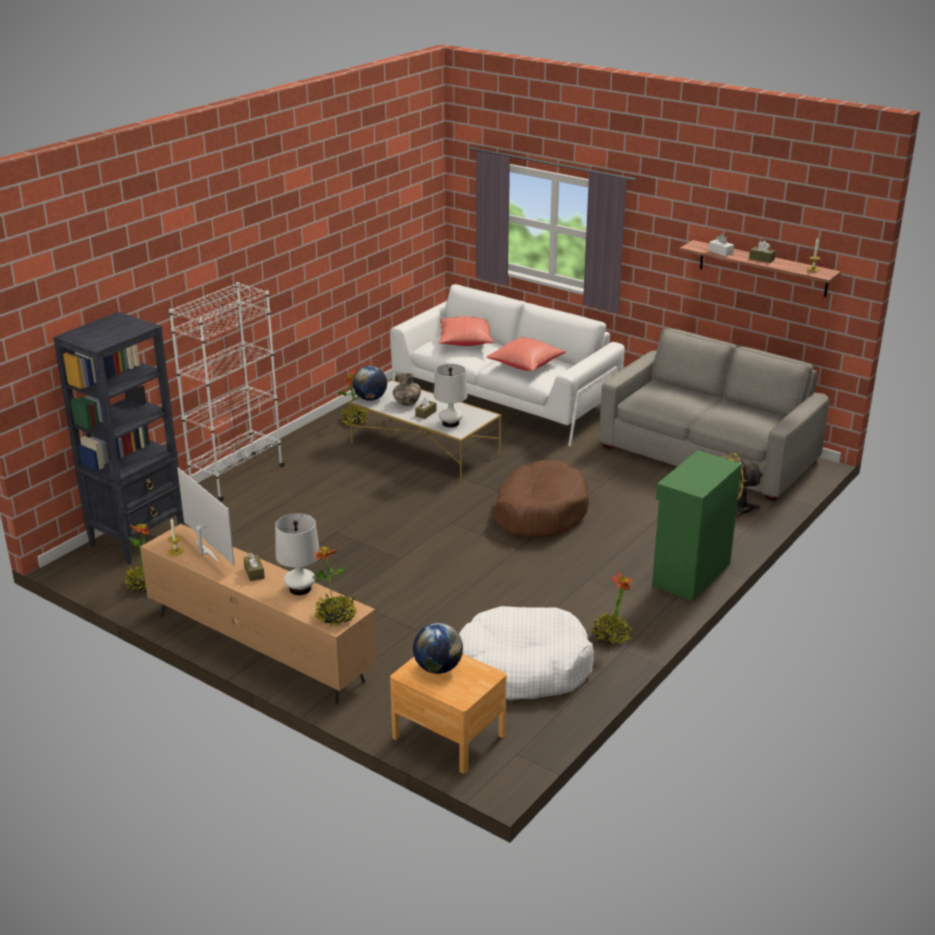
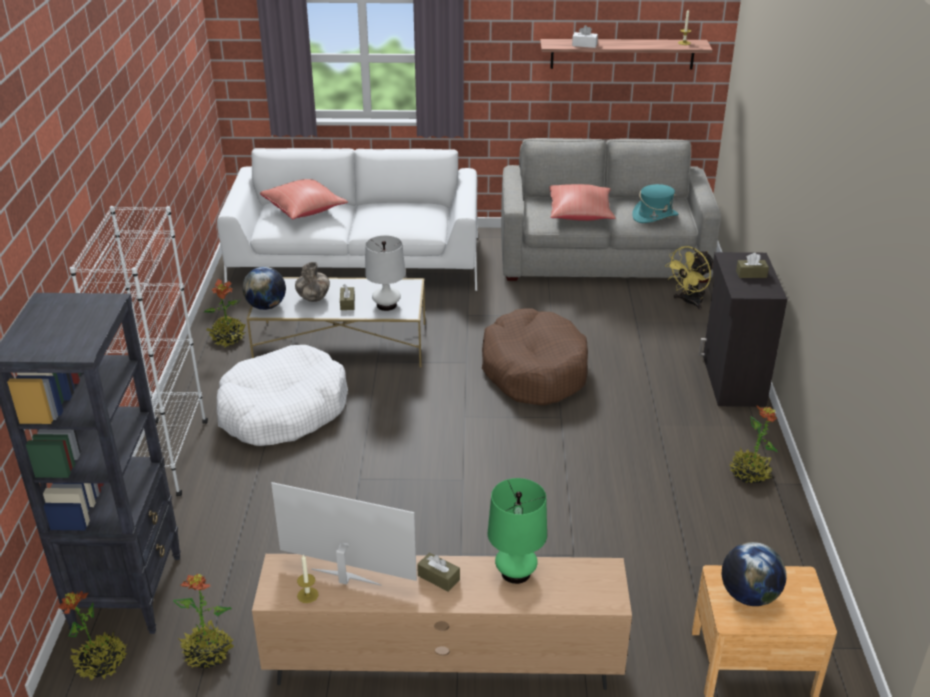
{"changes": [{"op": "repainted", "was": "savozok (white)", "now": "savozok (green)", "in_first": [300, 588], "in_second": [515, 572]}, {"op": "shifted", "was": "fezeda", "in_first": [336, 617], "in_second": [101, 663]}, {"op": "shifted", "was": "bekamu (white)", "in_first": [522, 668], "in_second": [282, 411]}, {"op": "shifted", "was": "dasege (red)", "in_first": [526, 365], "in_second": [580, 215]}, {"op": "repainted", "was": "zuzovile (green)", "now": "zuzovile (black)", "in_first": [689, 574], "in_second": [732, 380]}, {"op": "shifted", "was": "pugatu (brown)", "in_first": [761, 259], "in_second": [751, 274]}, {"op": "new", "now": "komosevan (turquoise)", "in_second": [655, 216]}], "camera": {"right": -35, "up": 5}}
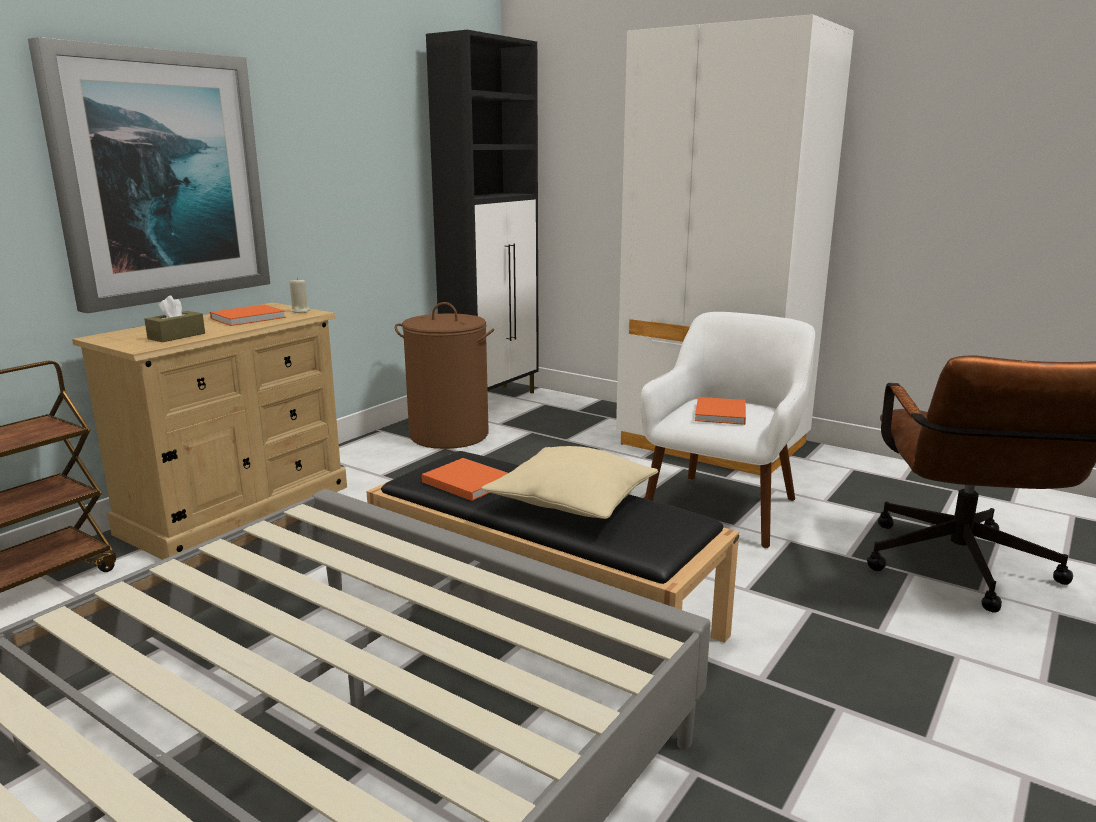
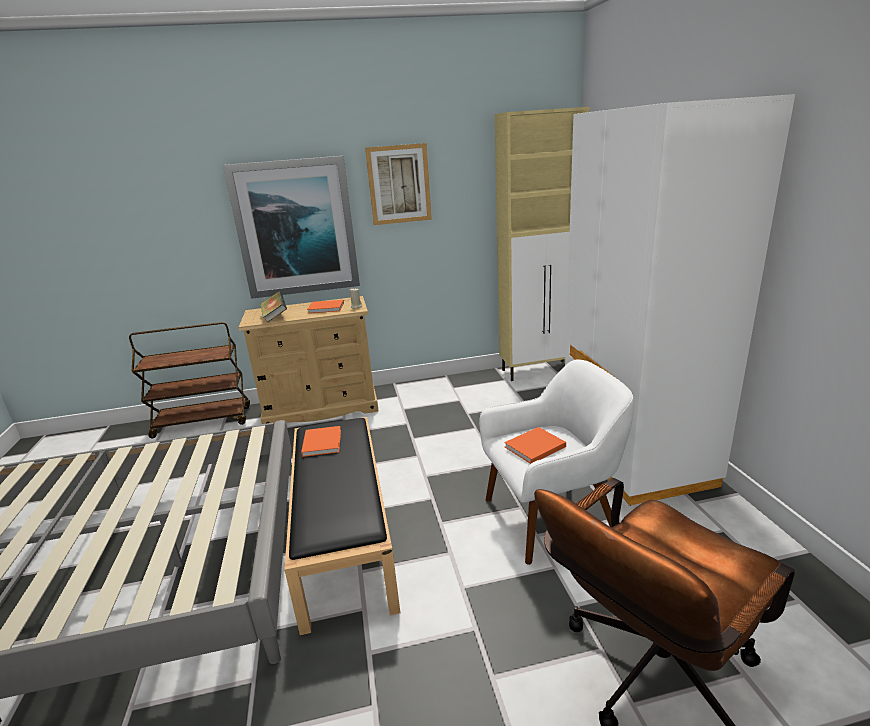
{"changes": [{"op": "swapped", "was": "pugatu (brown)", "now": "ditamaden", "in_first": [176, 336], "in_second": [275, 317]}, {"op": "gone", "was": "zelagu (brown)", "in_first": [448, 435]}, {"op": "repainted", "was": "zuzovile (black)", "now": "zuzovile (beige)", "in_first": [492, 400], "in_second": [539, 370]}, {"op": "gone", "was": "dasege (beige)", "in_first": [572, 502]}, {"op": "new", "now": "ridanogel", "in_second": [399, 184]}], "camera": {"right": 45, "up": 5}}
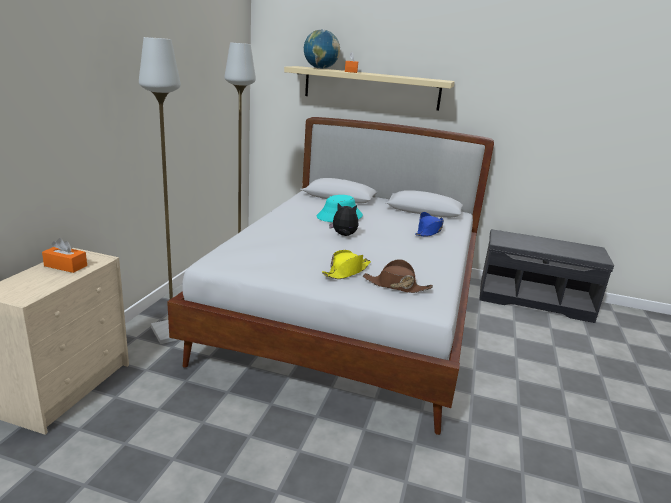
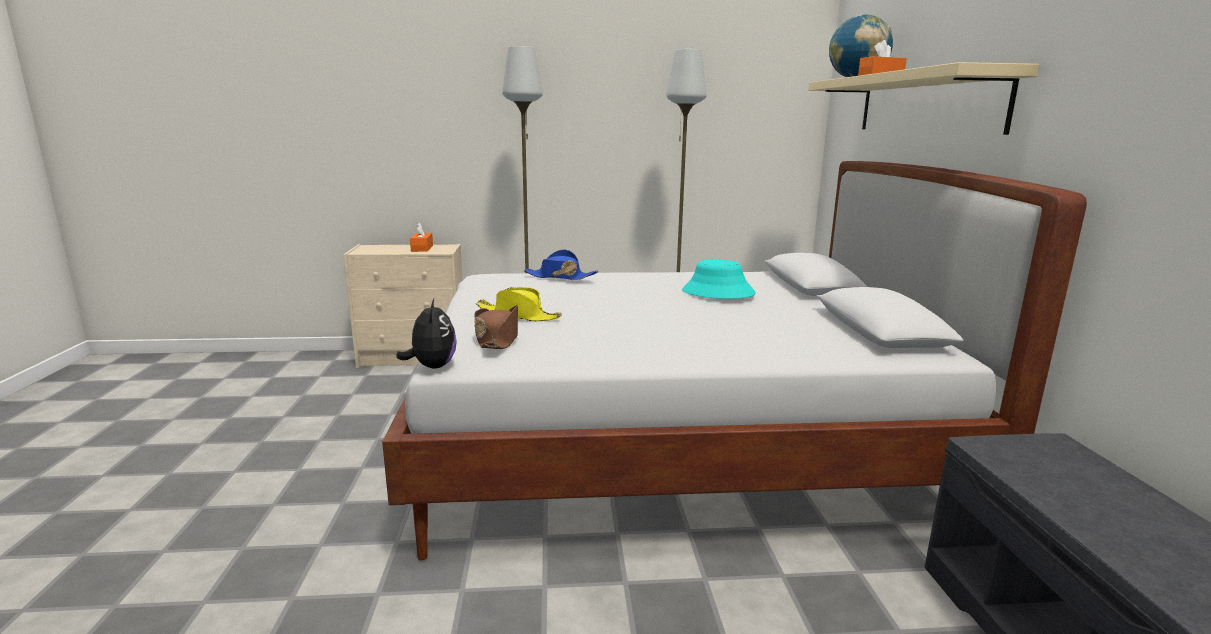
{"changes": [{"op": "shifted", "was": "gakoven", "in_first": [344, 235], "in_second": [432, 366]}, {"op": "shifted", "was": "komosevan (blue)", "in_first": [429, 231], "in_second": [560, 277]}], "camera": {"right": 70, "up": -5}}
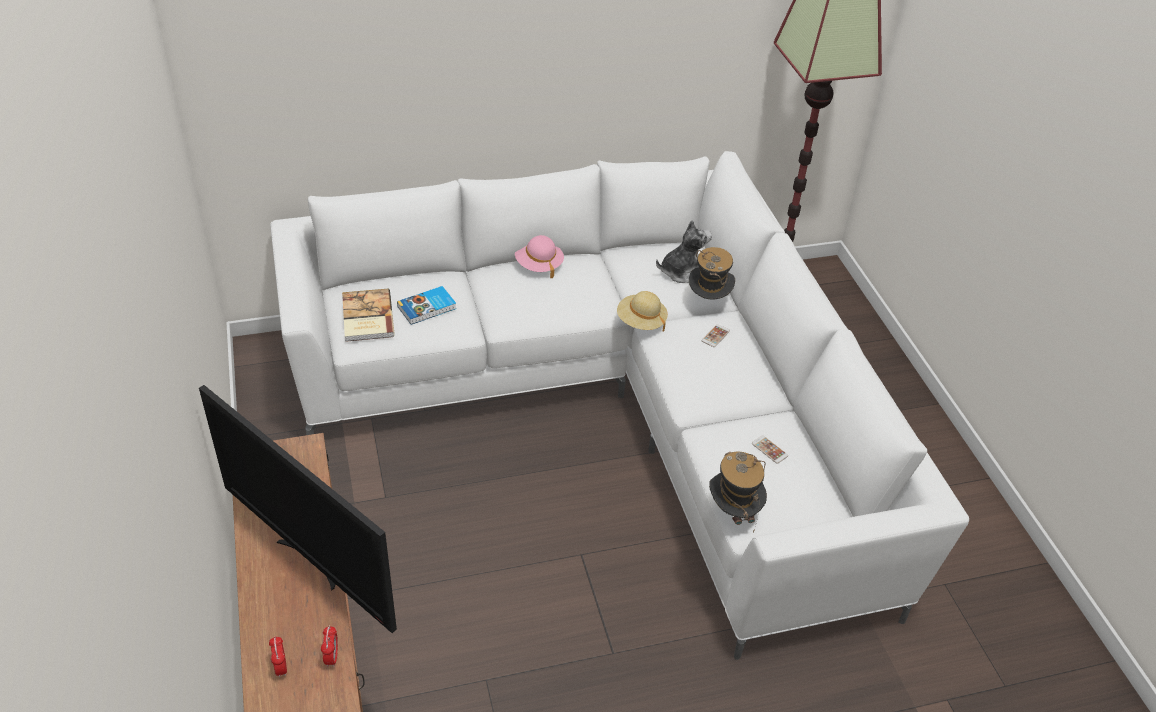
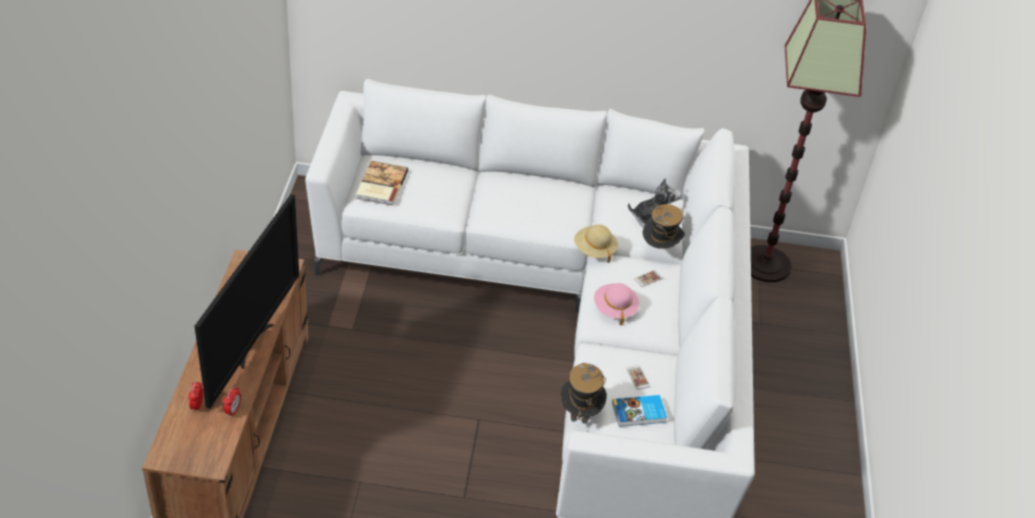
{"changes": [{"op": "rotated", "was": "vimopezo", "in_first": [312, 560], "in_second": [252, 344], "clockwise": -135}, {"op": "shifted", "was": "ditamaden", "in_first": [427, 308], "in_second": [639, 413]}, {"op": "shifted", "was": "komosevan (pink)", "in_first": [538, 265], "in_second": [614, 309]}], "camera": {"right": 20, "up": 0}}
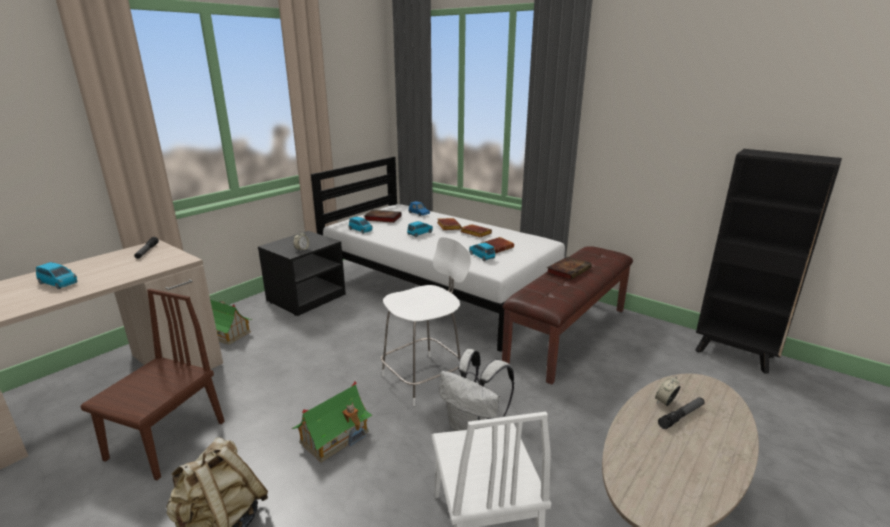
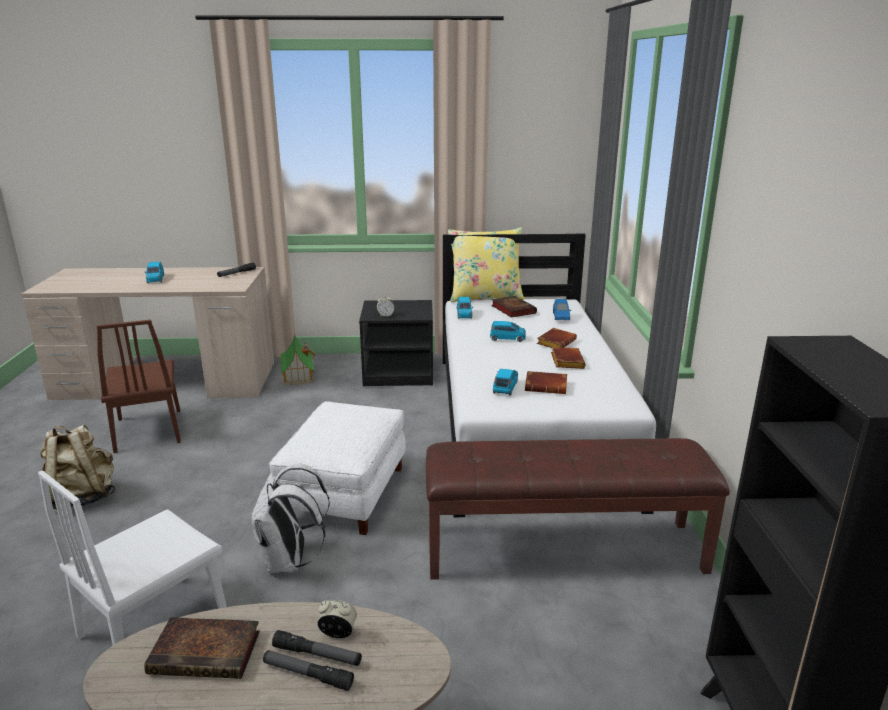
{"changes": [{"op": "rotated", "was": "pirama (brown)", "in_first": [166, 440], "in_second": [148, 430], "clockwise": 90}, {"op": "gone", "was": "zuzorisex", "in_first": [335, 436]}, {"op": "swapped", "was": "pirama (white)", "now": "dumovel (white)", "in_first": [425, 378], "in_second": [345, 494]}, {"op": "shifted", "was": "ditamaden", "in_first": [568, 270], "in_second": [208, 652]}, {"op": "new", "now": "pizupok", "in_second": [307, 675]}, {"op": "new", "now": "dasege (yellow)", "in_second": [485, 297]}], "camera": {"right": 50, "up": 0}}
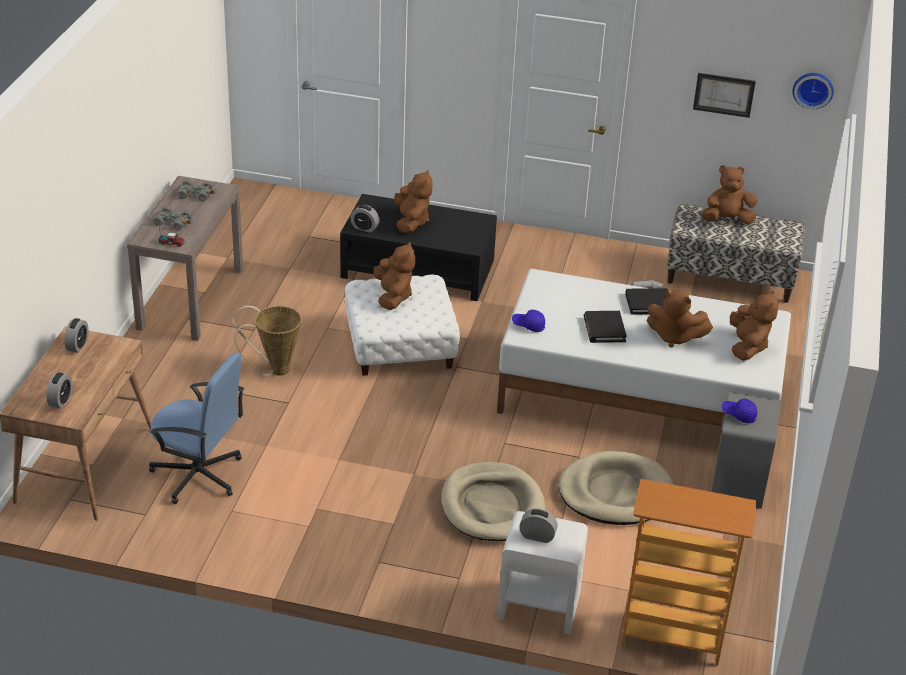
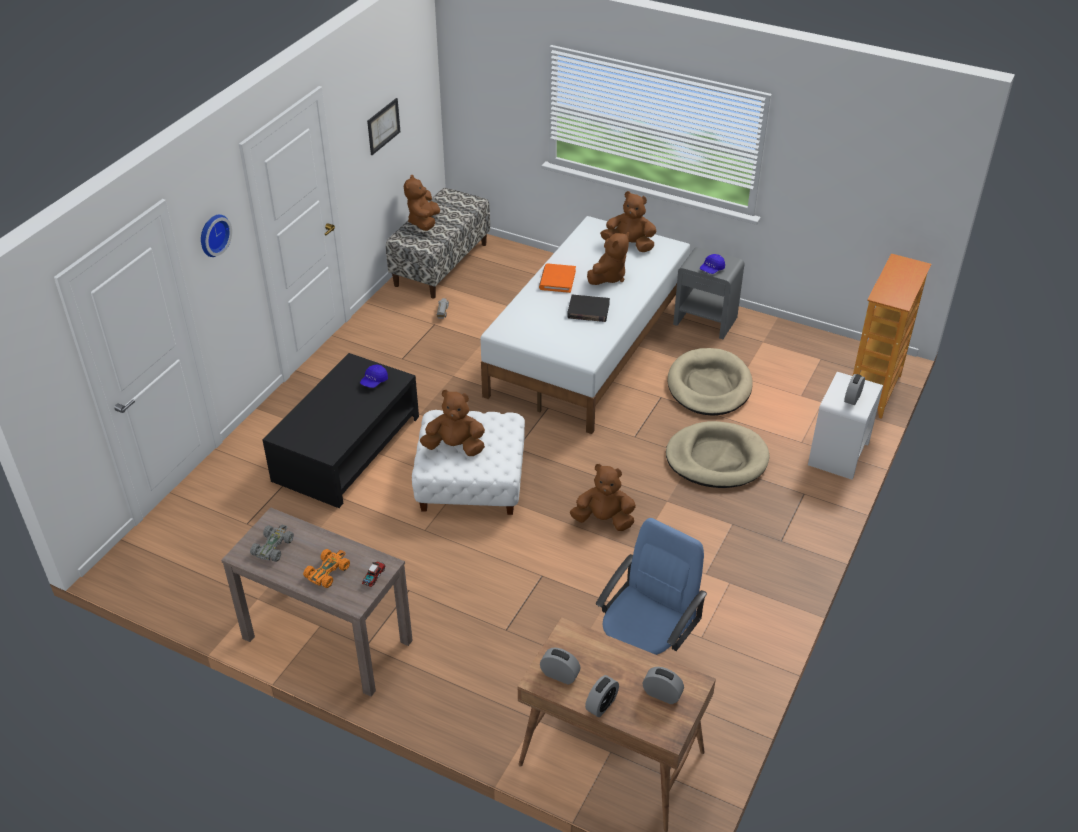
{"changes": [{"op": "repainted", "was": "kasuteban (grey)", "now": "kasuteban (orange)", "in_first": [173, 222], "in_second": [327, 571]}, {"op": "gone", "was": "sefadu", "in_first": [274, 369]}, {"op": "shifted", "was": "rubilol", "in_first": [364, 228], "in_second": [601, 705]}, {"op": "shifted", "was": "gakoven (brown)", "in_first": [411, 222], "in_second": [604, 520]}, {"op": "shifted", "was": "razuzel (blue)", "in_first": [528, 325], "in_second": [374, 381]}, {"op": "repainted", "was": "ditamaden (black)", "now": "ditamaden (orange)", "in_first": [648, 303], "in_second": [557, 280]}, {"op": "shifted", "was": "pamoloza", "in_first": [813, 89], "in_second": [212, 234]}], "camera": {"right": -75, "up": 5}}
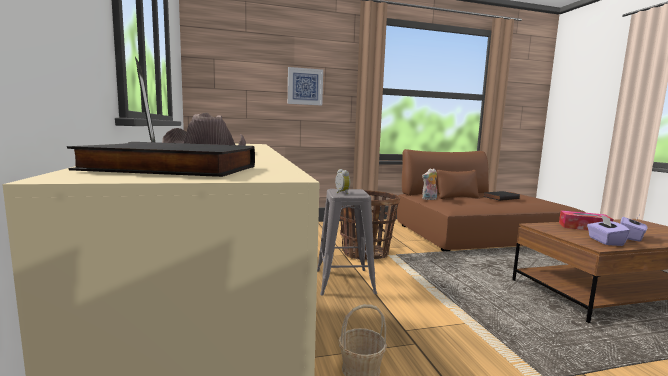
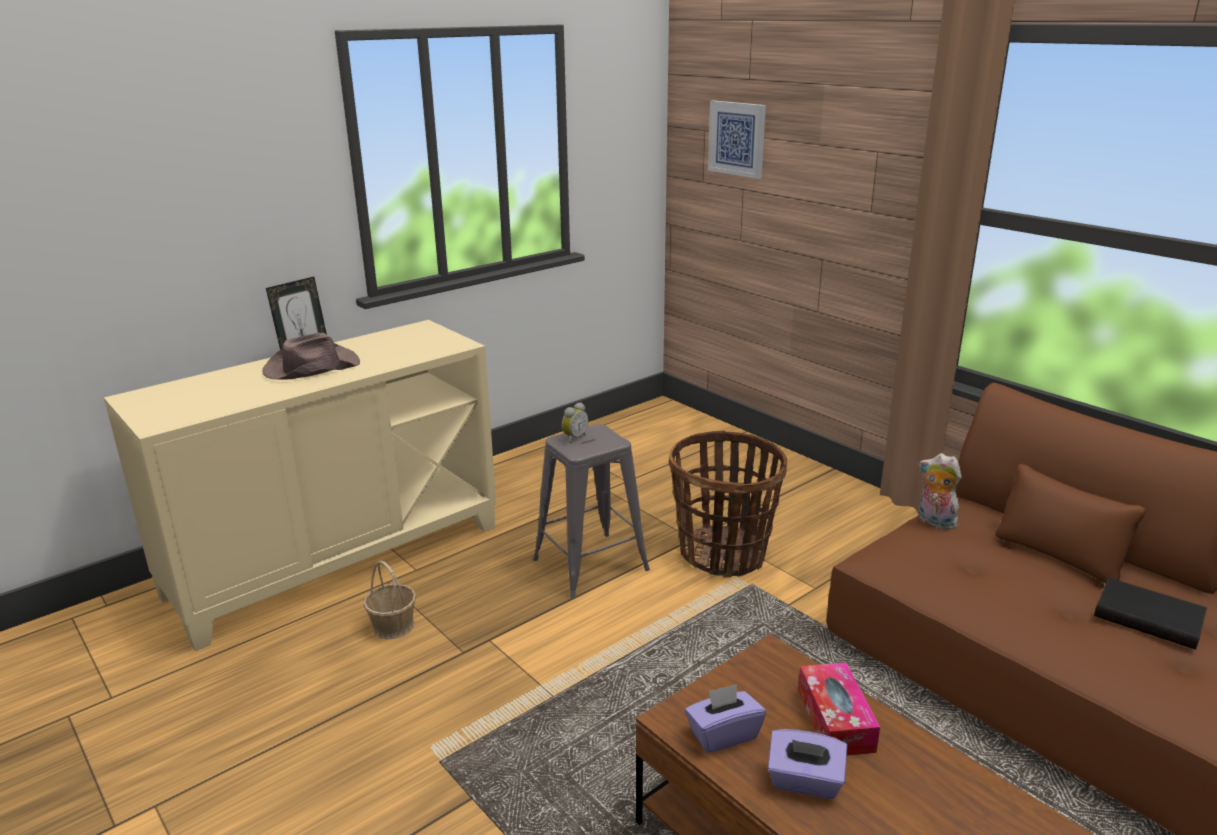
{"changes": [{"op": "gone", "was": "ditamaden (black)", "in_first": [169, 169]}, {"op": "shifted", "was": "ridanogel", "in_first": [305, 86], "in_second": [737, 138]}], "camera": {"right": 65, "up": 15}}
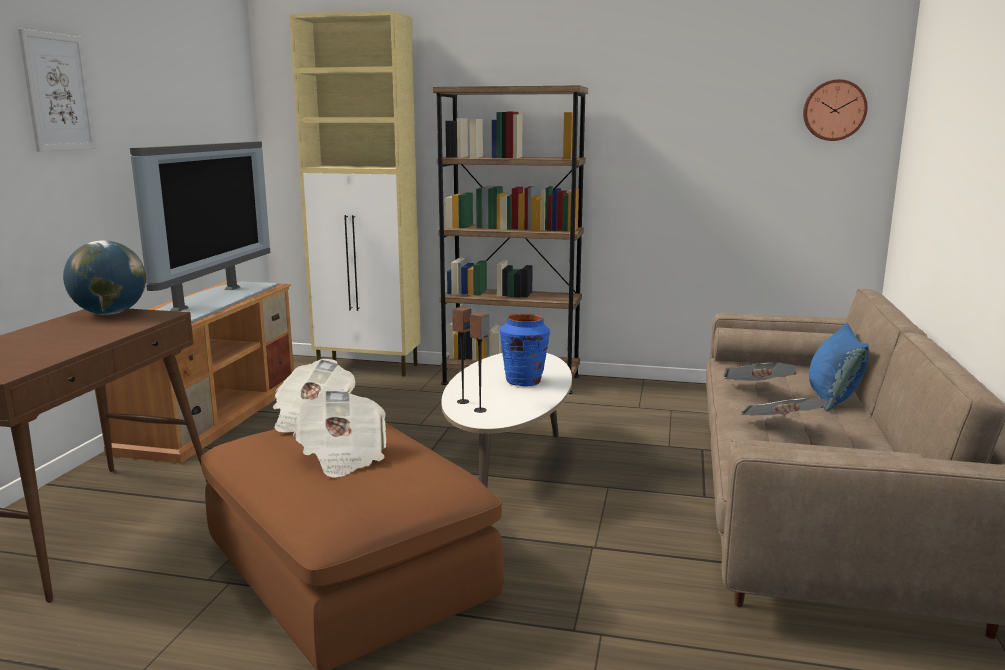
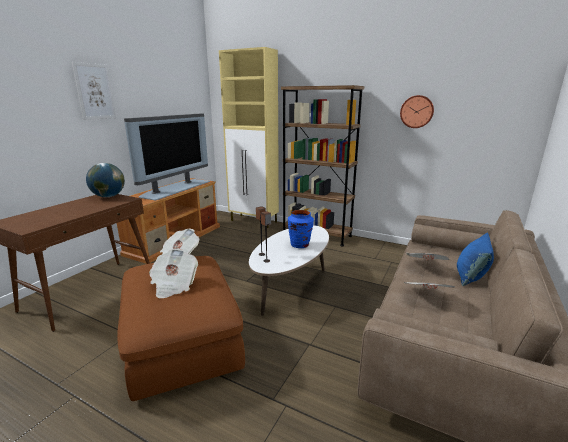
{"changes": [{"op": "shifted", "was": "pamoloza", "in_first": [834, 110], "in_second": [417, 111]}], "camera": {"right": 15, "up": 5}}
